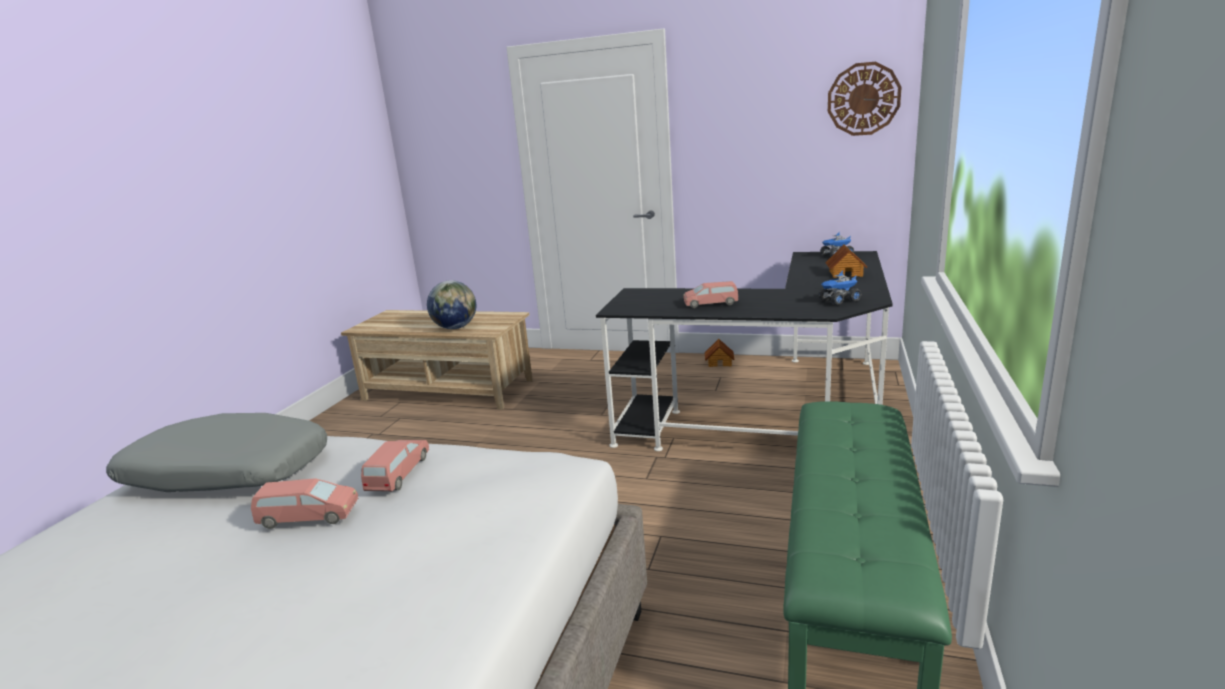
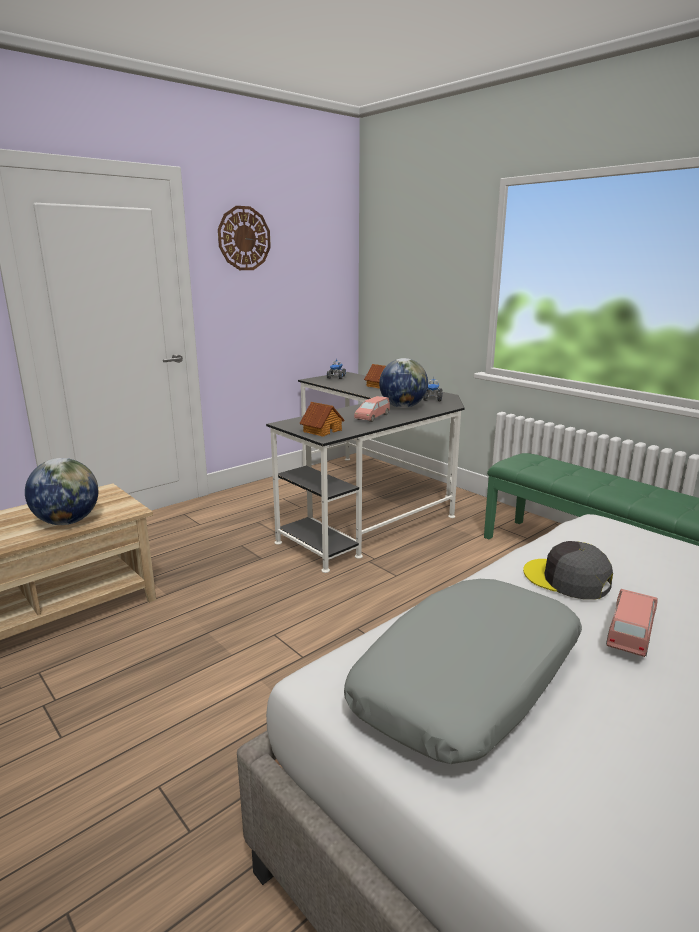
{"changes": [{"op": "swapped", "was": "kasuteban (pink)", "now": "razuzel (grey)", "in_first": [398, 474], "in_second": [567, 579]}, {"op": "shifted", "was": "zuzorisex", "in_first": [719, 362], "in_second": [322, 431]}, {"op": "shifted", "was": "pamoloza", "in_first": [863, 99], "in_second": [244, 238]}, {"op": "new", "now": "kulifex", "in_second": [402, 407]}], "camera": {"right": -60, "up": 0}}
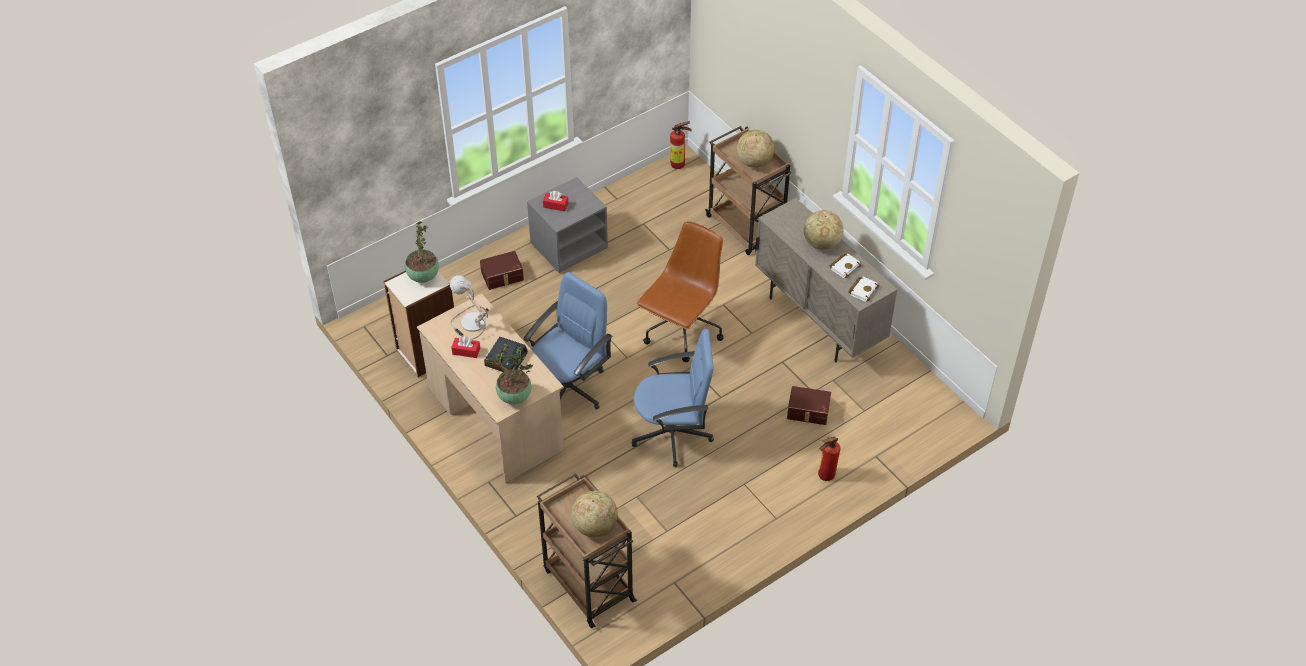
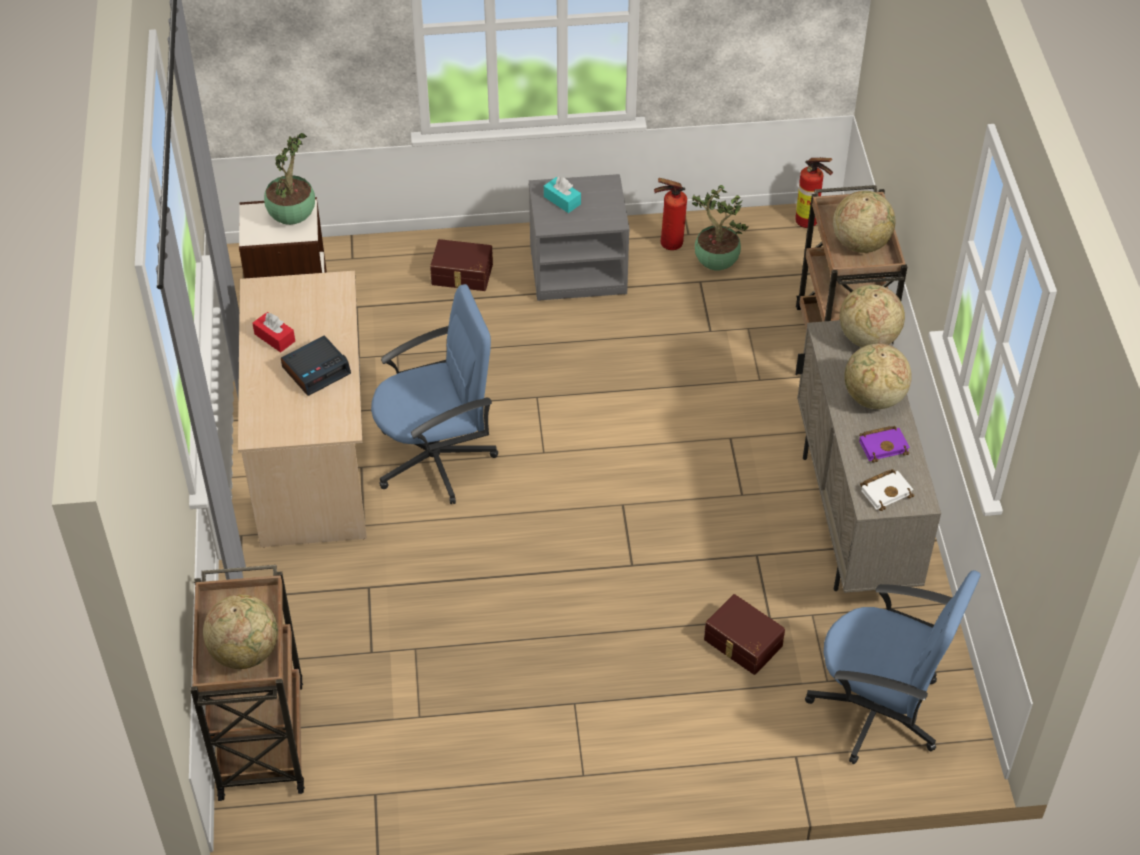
{"changes": [{"op": "gone", "was": "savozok", "in_first": [470, 322]}, {"op": "shifted", "was": "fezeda", "in_first": [513, 397], "in_second": [715, 263]}, {"op": "repainted", "was": "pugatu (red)", "now": "pugatu (turquoise)", "in_first": [555, 205], "in_second": [562, 200]}, {"op": "shifted", "was": "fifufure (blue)", "in_first": [673, 433], "in_second": [878, 710]}, {"op": "gone", "was": "fifufure (brown)", "in_first": [682, 332]}, {"op": "shifted", "was": "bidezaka", "in_first": [824, 476], "in_second": [668, 244]}, {"op": "repainted", "was": "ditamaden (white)", "now": "ditamaden (purple)", "in_first": [844, 266], "in_second": [884, 445]}, {"op": "new", "now": "kulifex", "in_second": [867, 338]}], "camera": {"right": 30, "up": 0}}
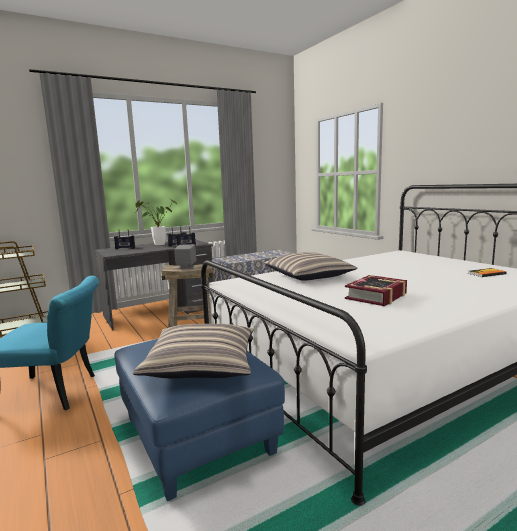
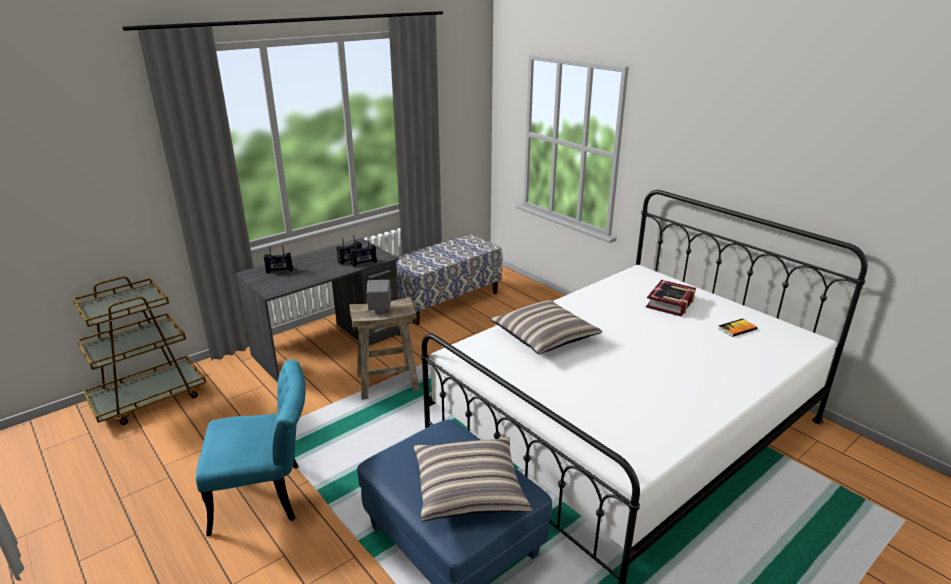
{"changes": [{"op": "gone", "was": "fezeda", "in_first": [156, 244]}, {"op": "shifted", "was": "ditamaden", "in_first": [376, 296], "in_second": [670, 303]}], "camera": {"right": -10, "up": 15}}
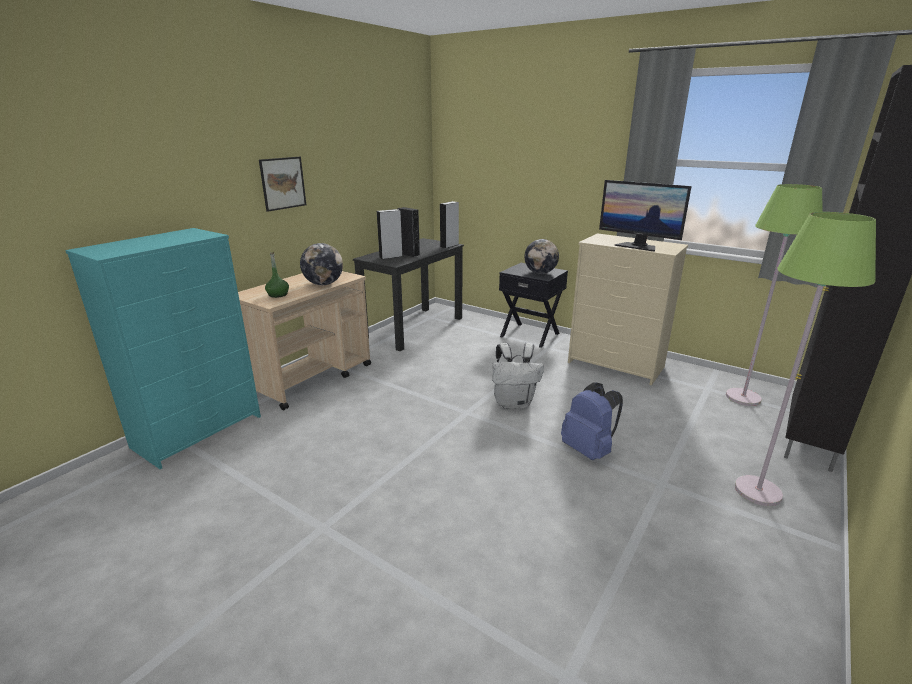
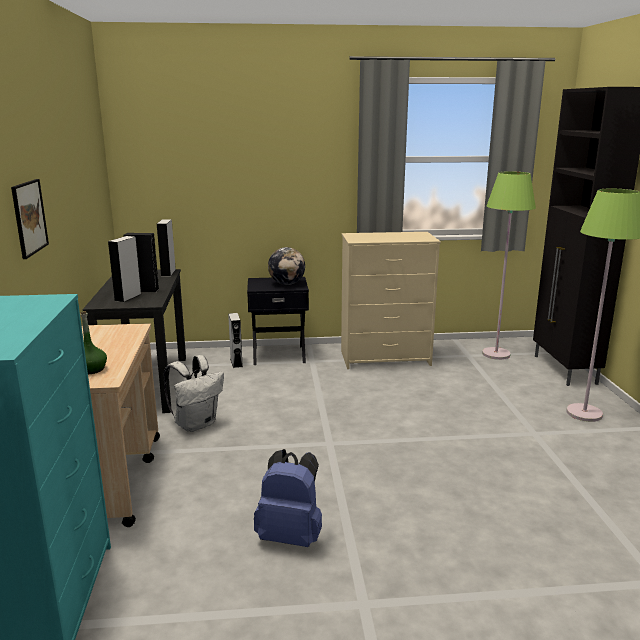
{"changes": [{"op": "gone", "was": "kulifex", "in_first": [323, 284]}, {"op": "shifted", "was": "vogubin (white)", "in_first": [514, 403], "in_second": [196, 424]}, {"op": "shifted", "was": "vogubin (blue)", "in_first": [589, 450], "in_second": [291, 536]}, {"op": "gone", "was": "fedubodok", "in_first": [638, 246]}, {"op": "new", "now": "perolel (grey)", "in_second": [236, 363]}], "camera": {"right": -40, "up": -5}}
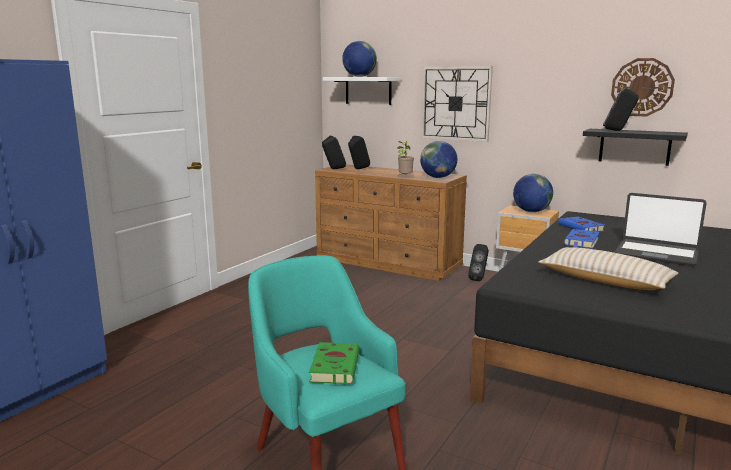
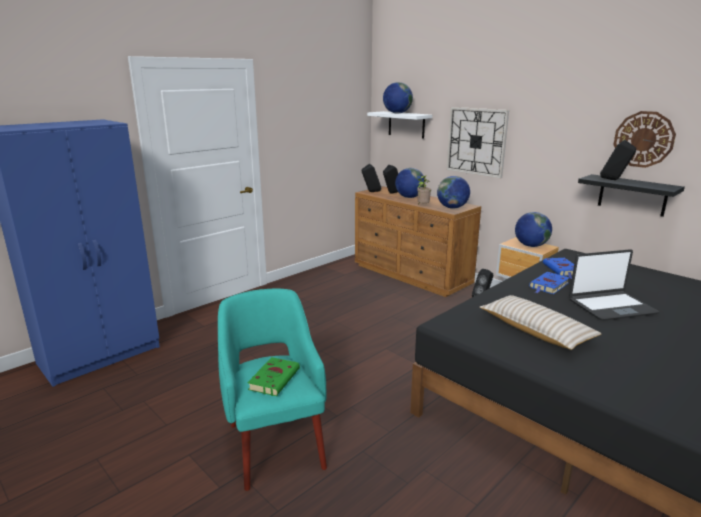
{"changes": [{"op": "rotated", "was": "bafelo", "in_first": [656, 254], "in_second": [611, 306], "clockwise": -60}, {"op": "new", "now": "kulifex", "in_second": [409, 197]}], "camera": {"right": 15, "up": 5}}
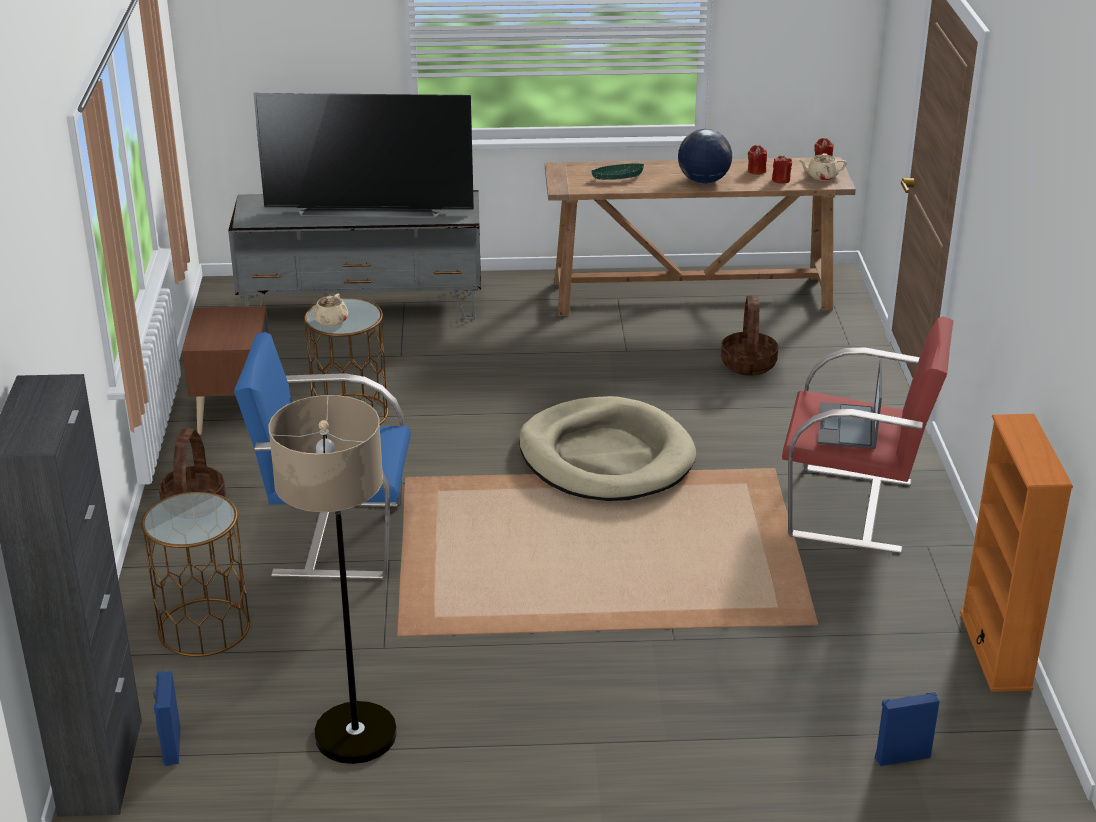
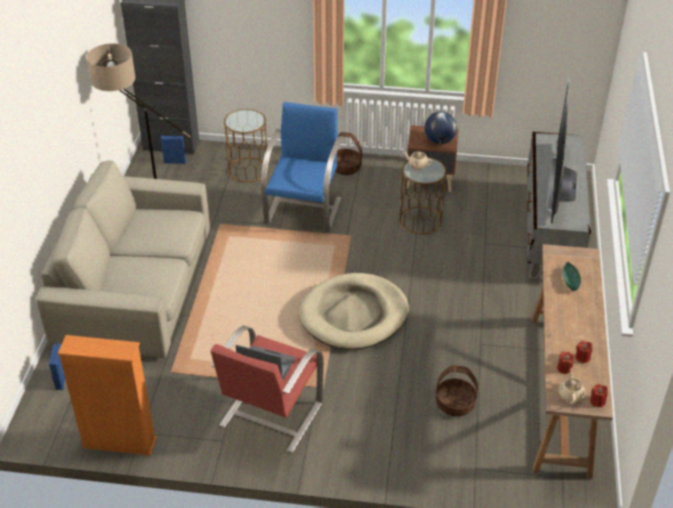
{"changes": [{"op": "shifted", "was": "kulifex", "in_first": [703, 181], "in_second": [439, 141]}, {"op": "new", "now": "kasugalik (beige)", "in_second": [136, 287]}], "camera": {"right": 100, "up": 10}}
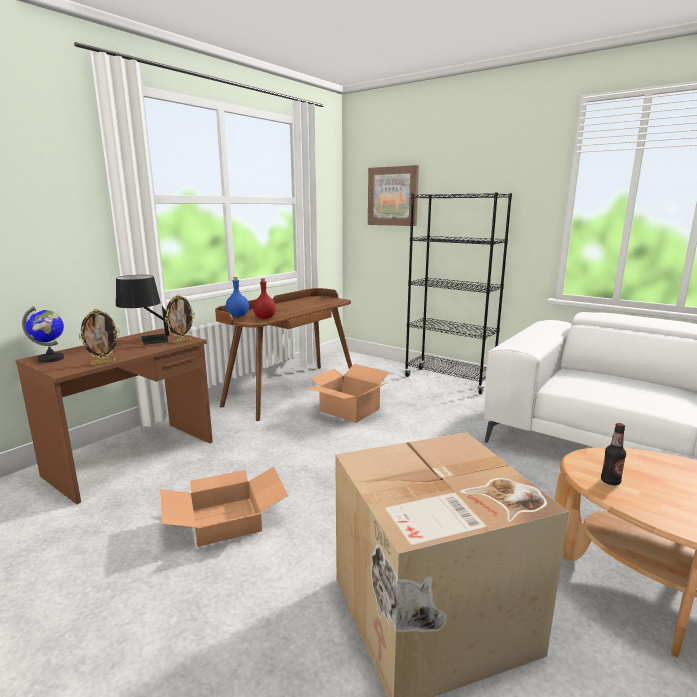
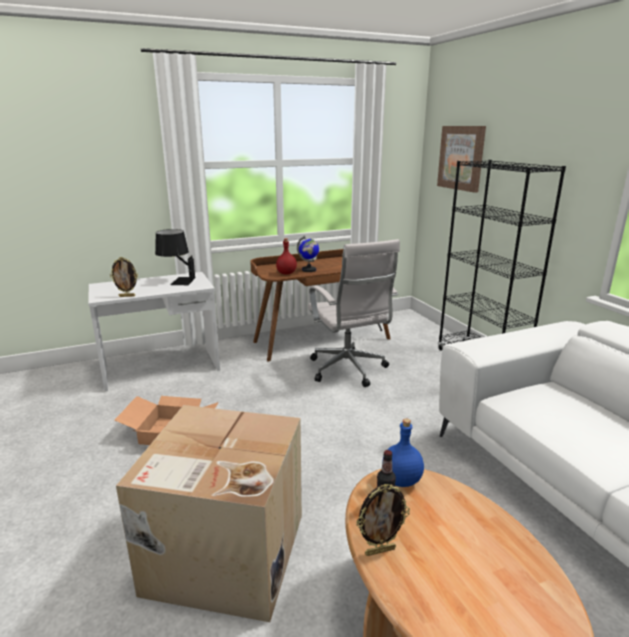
{"changes": [{"op": "repainted", "was": "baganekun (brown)", "now": "baganekun (white)", "in_first": [133, 458], "in_second": [161, 368]}, {"op": "shifted", "was": "kulifex", "in_first": [51, 359], "in_second": [309, 270]}, {"op": "shifted", "was": "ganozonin", "in_first": [182, 341], "in_second": [380, 550]}, {"op": "shifted", "was": "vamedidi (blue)", "in_first": [238, 316], "in_second": [402, 480]}, {"op": "swapped", "was": "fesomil", "now": "fifufure (white)", "in_first": [349, 410], "in_second": [349, 371]}], "camera": {"right": 30, "up": 5}}
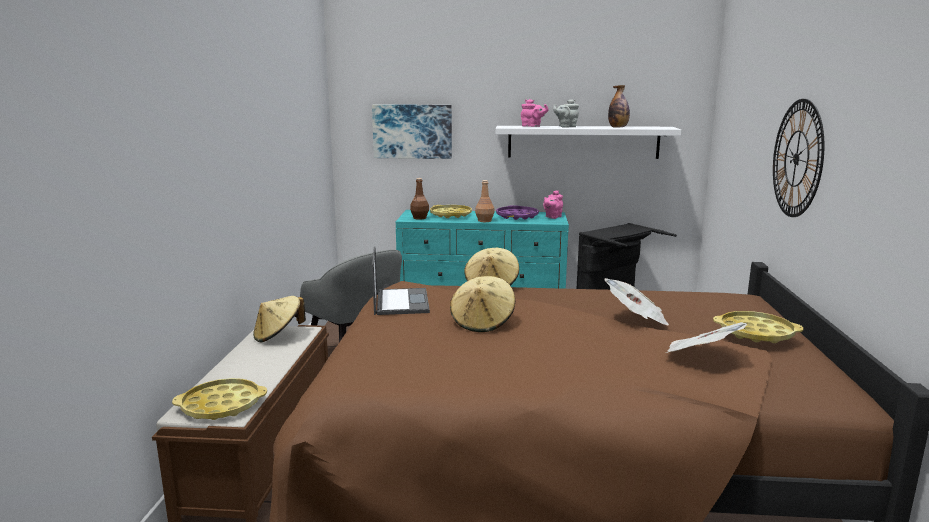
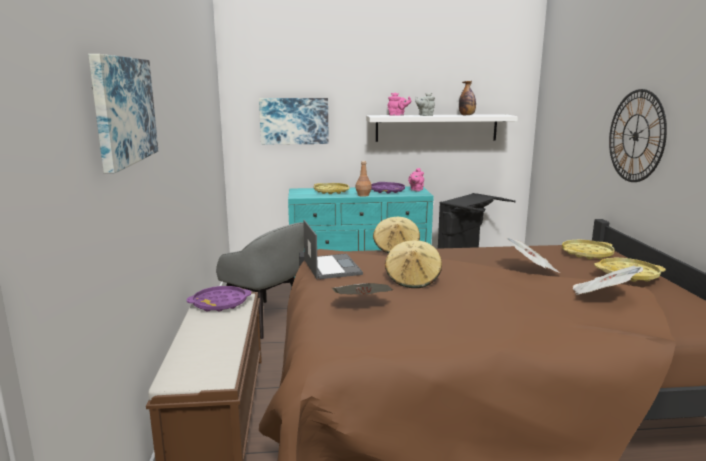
{"changes": [{"op": "shifted", "was": "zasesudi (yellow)", "in_first": [221, 405], "in_second": [587, 253]}, {"op": "swapped", "was": "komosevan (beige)", "now": "zasesudi (purple)", "in_first": [278, 335], "in_second": [220, 303]}, {"op": "gone", "was": "vamedidi (brown)", "in_first": [419, 218]}, {"op": "new", "now": "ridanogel", "in_second": [123, 110]}, {"op": "new", "now": "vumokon", "in_second": [362, 305]}], "camera": {"right": -10, "up": 0}}
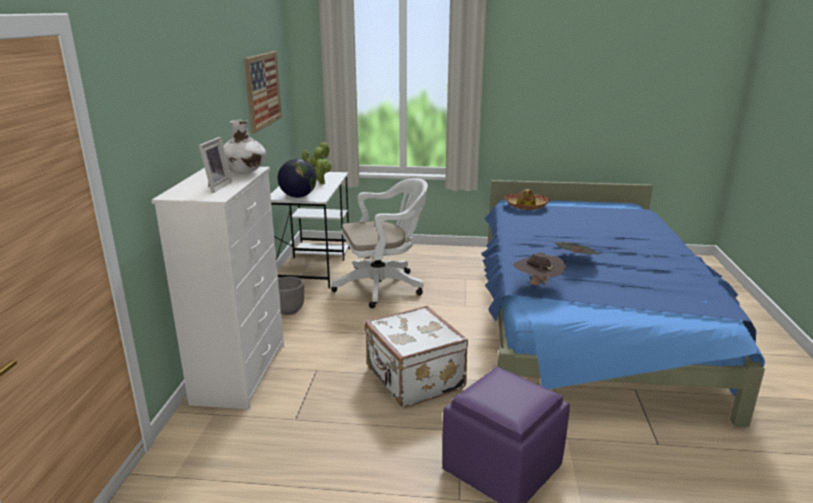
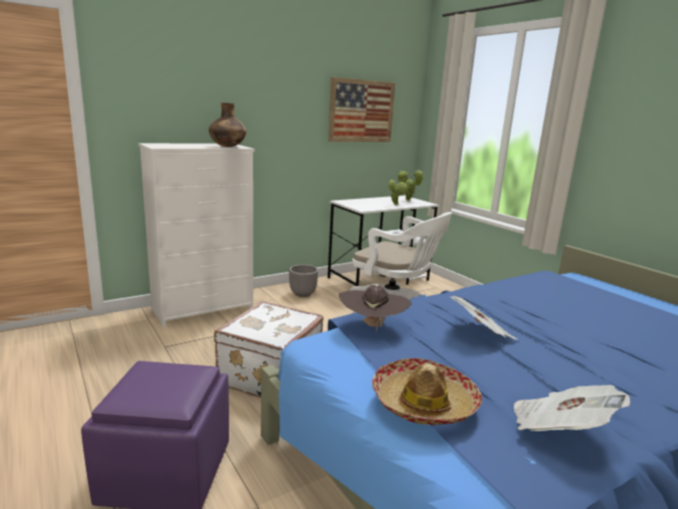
{"changes": [{"op": "gone", "was": "ganozonin", "in_first": [215, 187]}, {"op": "repainted", "was": "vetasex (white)", "now": "vetasex (brown)", "in_first": [244, 172], "in_second": [227, 147]}, {"op": "gone", "was": "kulifex", "in_first": [298, 196]}, {"op": "shifted", "was": "komosevan", "in_first": [526, 206], "in_second": [424, 403]}, {"op": "new", "now": "vumokon", "in_second": [559, 429]}], "camera": {"right": 50, "up": -5}}
